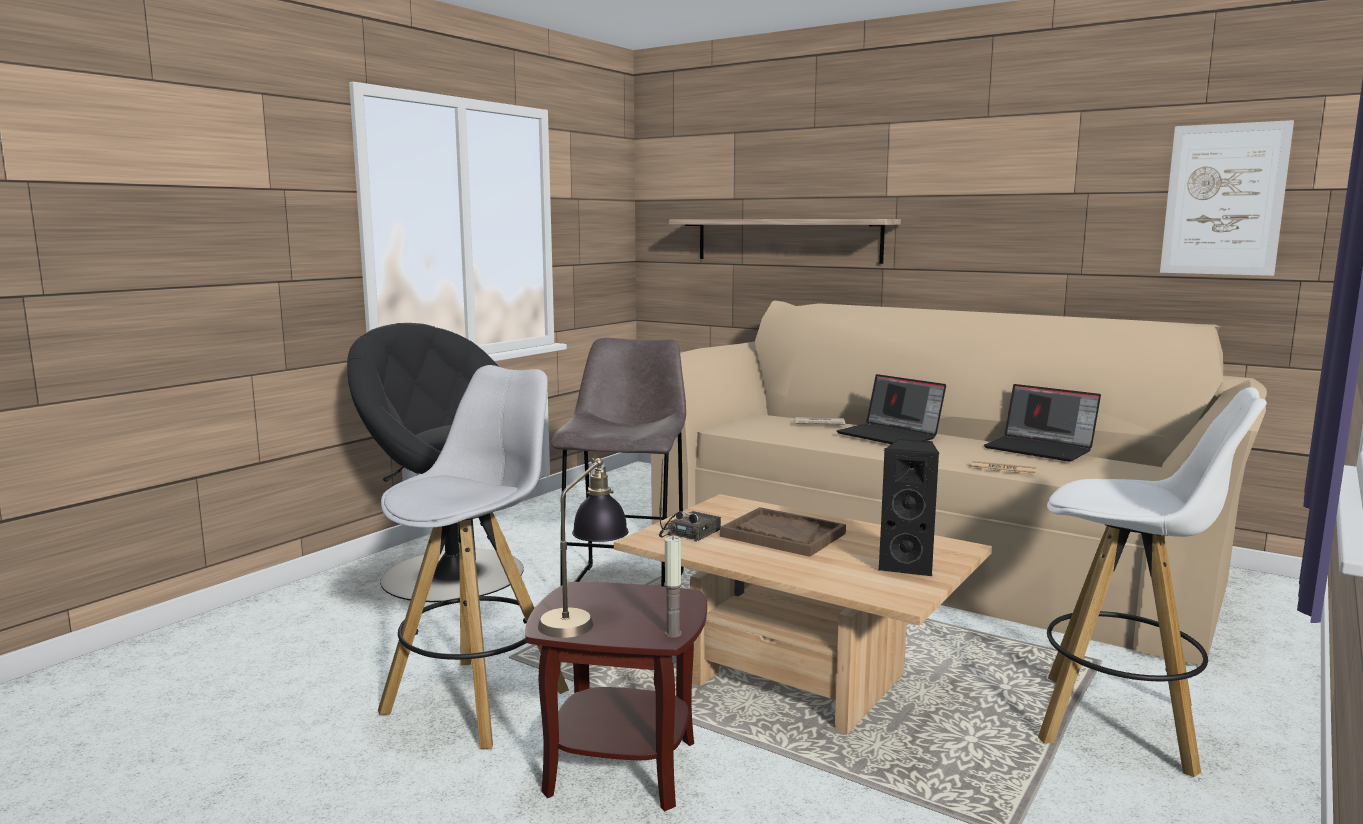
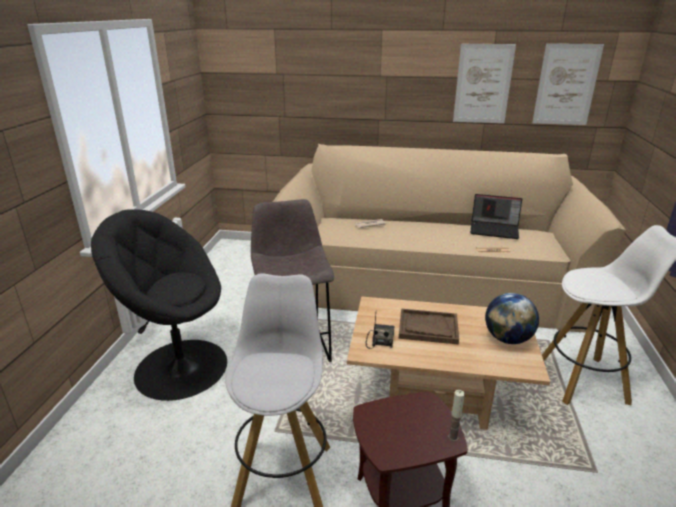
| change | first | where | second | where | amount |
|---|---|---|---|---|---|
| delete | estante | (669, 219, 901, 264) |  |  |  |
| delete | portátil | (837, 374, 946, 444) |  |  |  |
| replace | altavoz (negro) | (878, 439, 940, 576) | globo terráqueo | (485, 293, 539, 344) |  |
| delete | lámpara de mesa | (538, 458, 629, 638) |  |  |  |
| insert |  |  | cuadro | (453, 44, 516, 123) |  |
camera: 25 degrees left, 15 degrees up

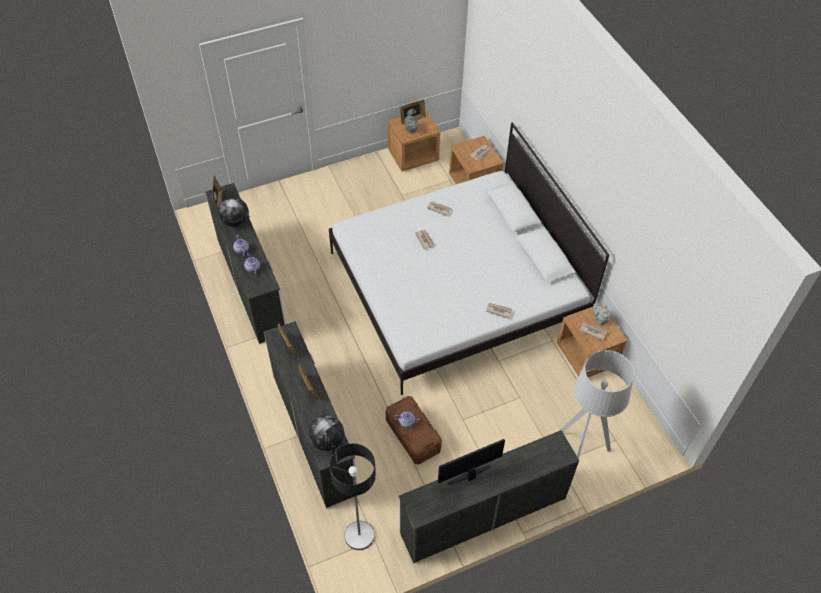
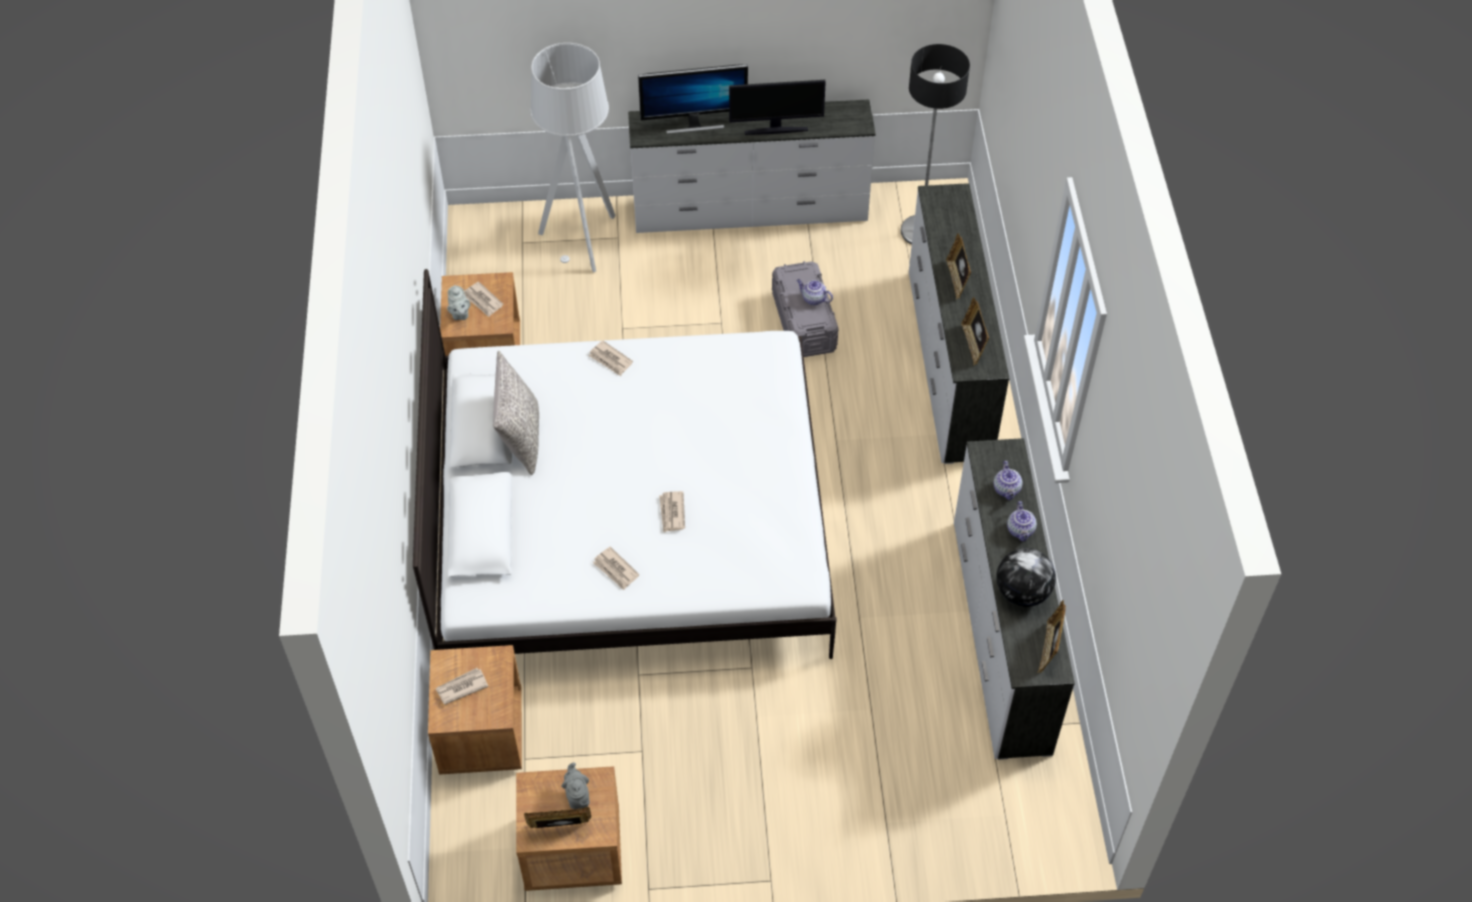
| change | first | where | second | where | amount |
|---|---|---|---|---|---|
| recolor | caja de almacenaje (marrón) | (386, 396, 442, 465) | caja de almacenaje (gris) | (772, 261, 839, 357) |  |
| delete | globo terráqueo | (309, 415, 344, 451) |  |  |  |
| insert |  |  | monitor | (638, 64, 748, 134) |  |
| insert |  |  | cojín (gris) | (493, 351, 539, 475) |  |
camera: 160 degrees left, 0 degrees up

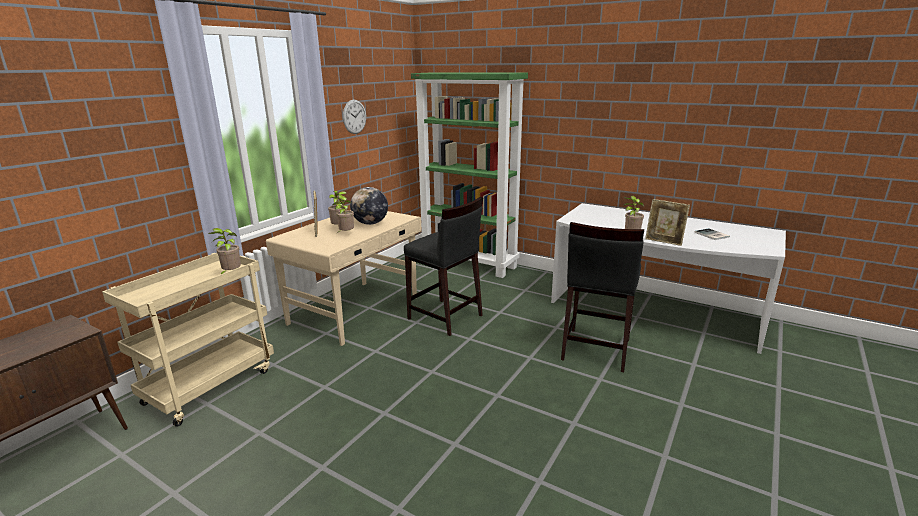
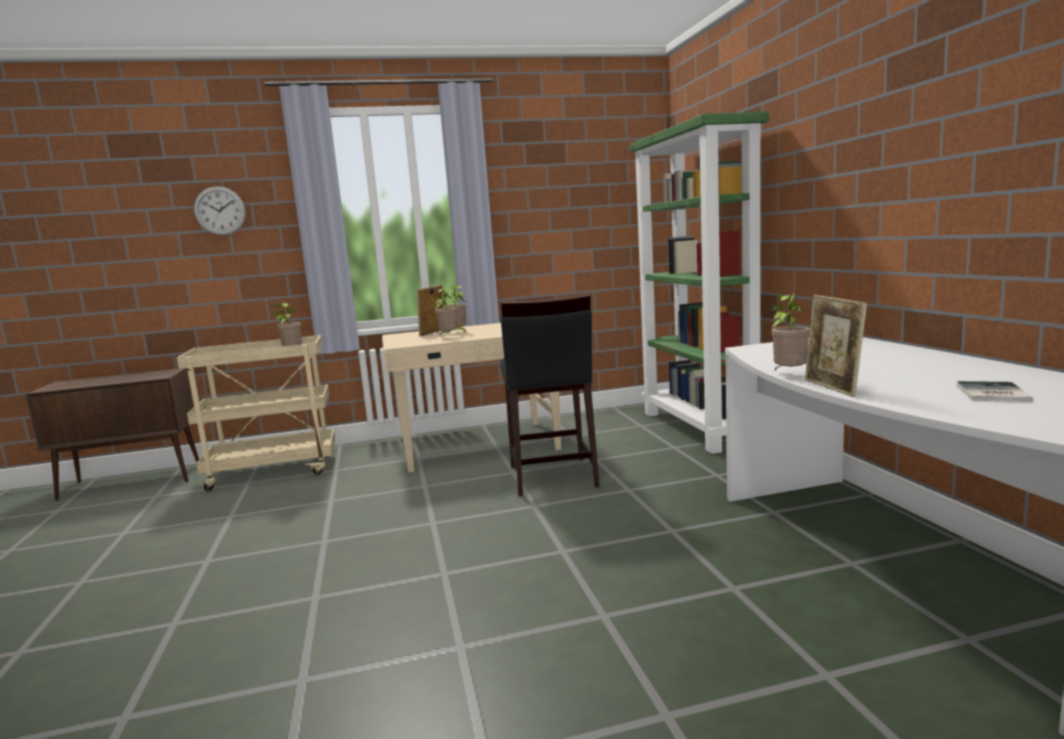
| change | first | where | second | where | amount |
|---|---|---|---|---|---|
| move | reloj de pared | (343, 100, 366, 134) |  | (194, 186, 246, 235) |  |
| delete | globo terráqueo | (350, 187, 388, 225) |  |  |  |
| delete | taburete (negro) | (561, 222, 644, 372) |  |  |  |
camera: 45 degrees right, 10 degrees down

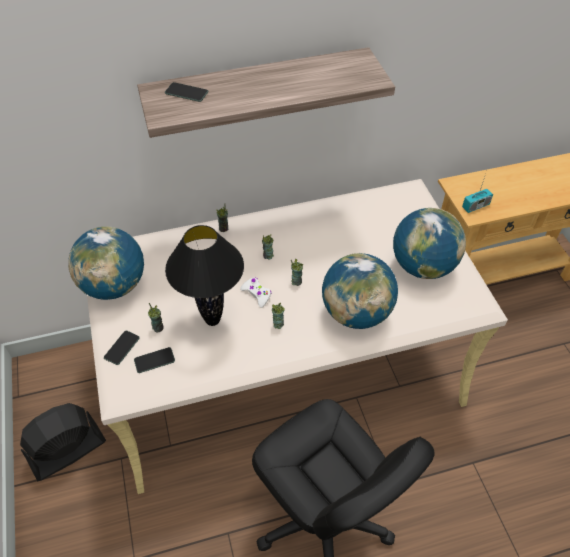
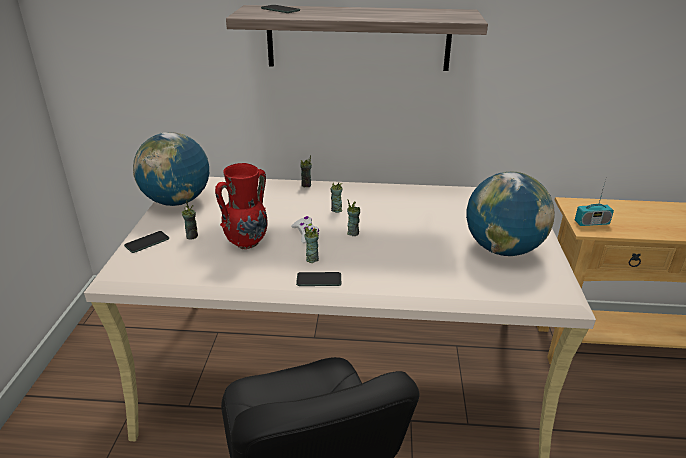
| change | first | where | second | where | amount |
|---|---|---|---|---|---|
| replace | lámpara de mesa (negro) | (165, 225, 244, 326) | florero (rojo) | (215, 163, 267, 249) |  |
| delete | globo terráqueo | (322, 253, 398, 329) |  |  |  |
| move | móvil | (134, 347, 175, 373) |  | (296, 272, 341, 286) |  |
| delete | ventilador (negro) | (20, 403, 106, 481) |  |  |  |
camera: 20 degrees right, 20 degrees down

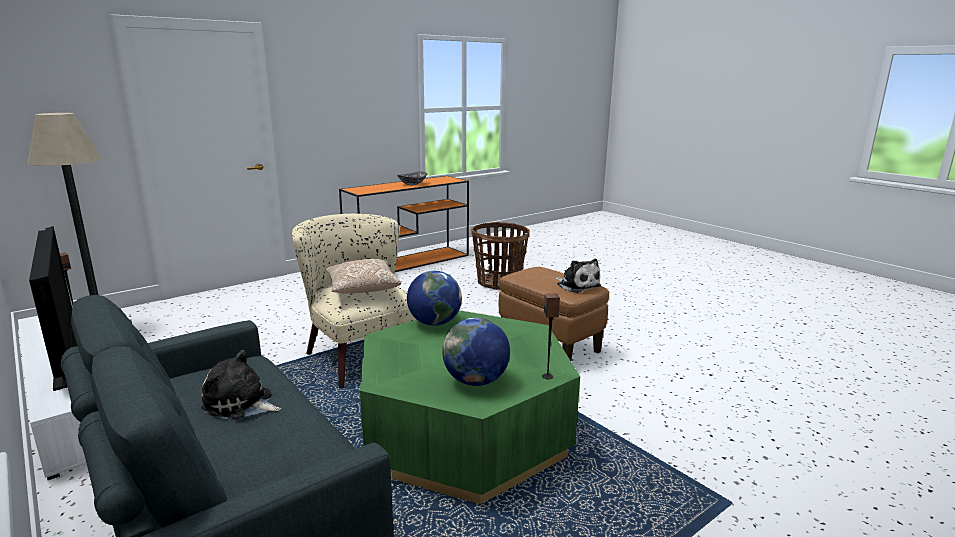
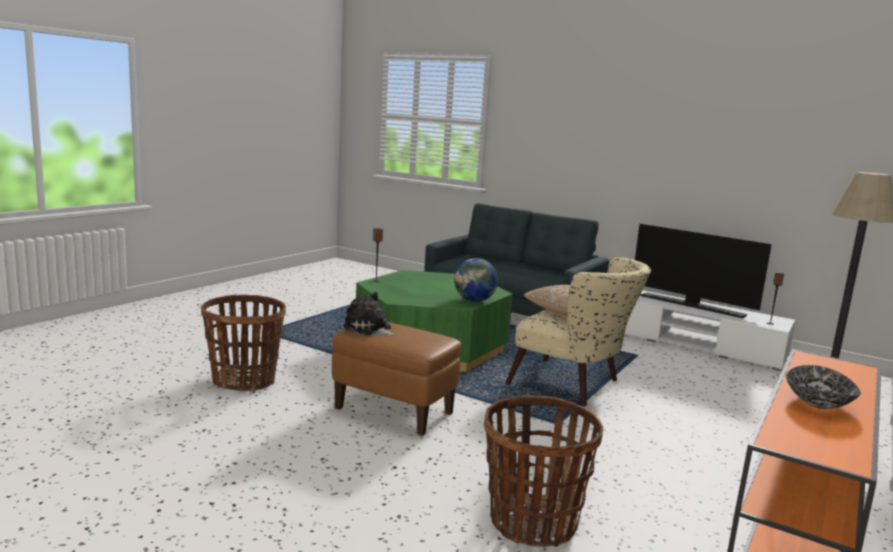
| change | first | where | second | where | amount |
|---|---|---|---|---|---|
| delete | globo terráqueo | (442, 318, 510, 386) |  |  |  |
| delete | peluche | (201, 350, 281, 420) |  |  |  |
| insert |  |  | cesta | (201, 295, 286, 392) |  |
camera: 160 degrees right, 5 degrees down

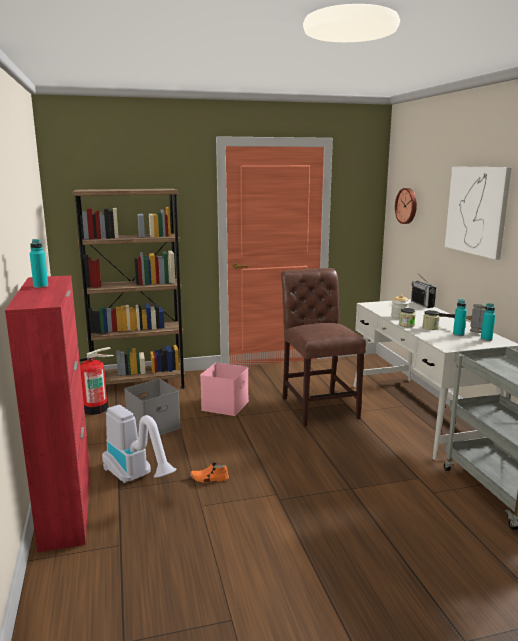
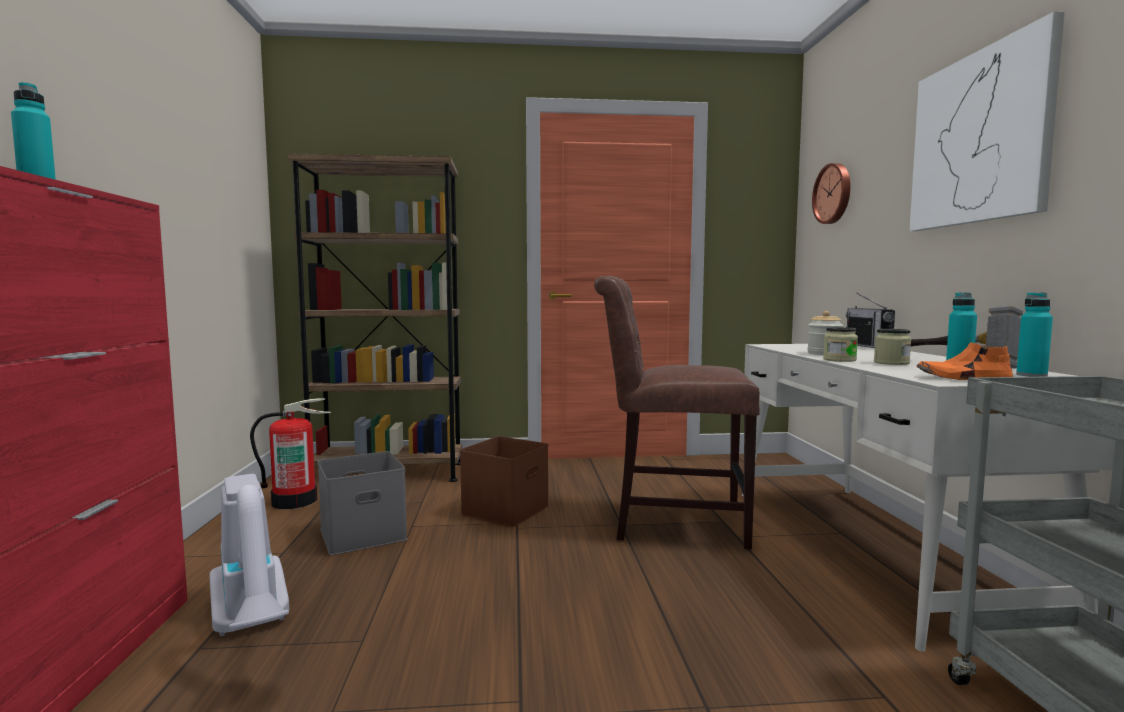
| change | first | where | second | where | amount |
|---|---|---|---|---|---|
| rotate | silla (marrón) | (281, 268, 366, 427) |  | (594, 276, 760, 549) | 75 degrees counterclockwise |
| recolor | caja de almacenaje (rosa) | (200, 363, 249, 416) | caja de almacenaje (marrón) | (460, 436, 549, 527) |  |
| move | zapato (naranja) | (189, 462, 229, 483) |  | (916, 342, 1013, 380) |  |
camera: 10 degrees right, 10 degrees down

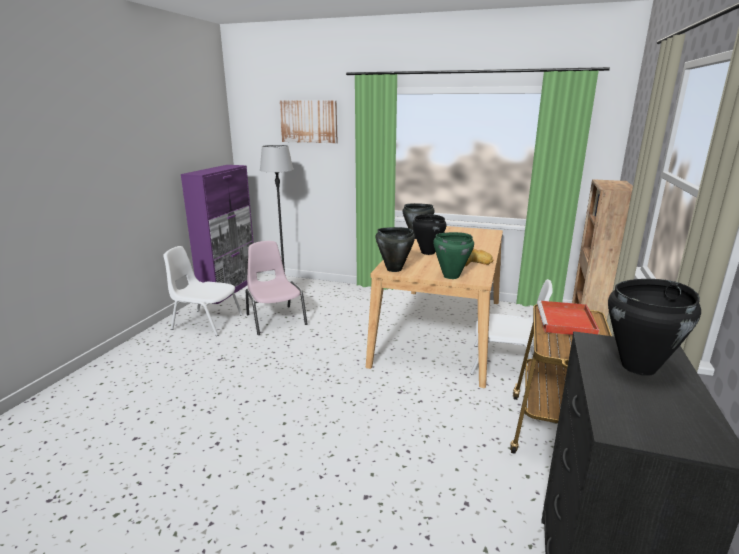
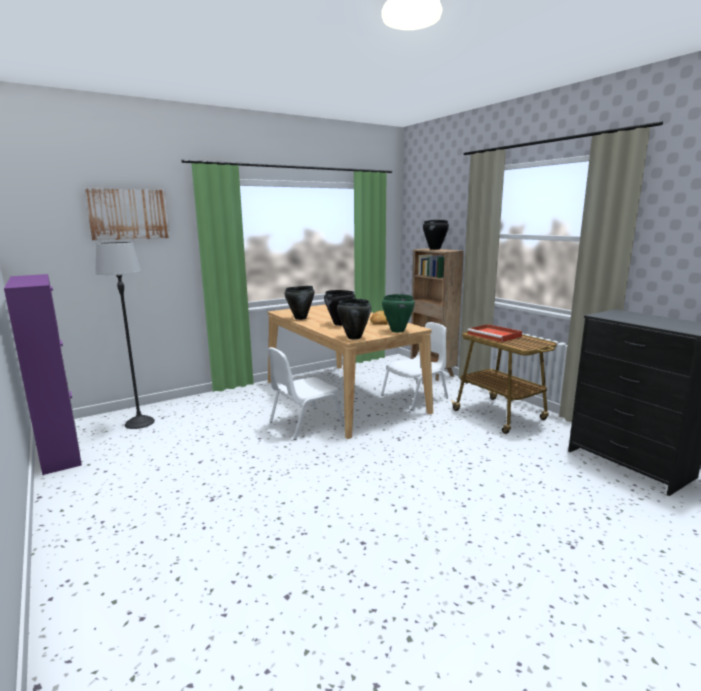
| change | first | where | second | where | amount |
|---|---|---|---|---|---|
| delete | silla (rosa) | (246, 241, 308, 335) |  |  |  |
| move | silla (blanco) | (163, 246, 243, 336) |  | (268, 347, 345, 440) |  |
| move | olla (negro) | (608, 279, 701, 376) |  | (423, 220, 449, 250) |  |
camera: 50 degrees left, 5 degrees down

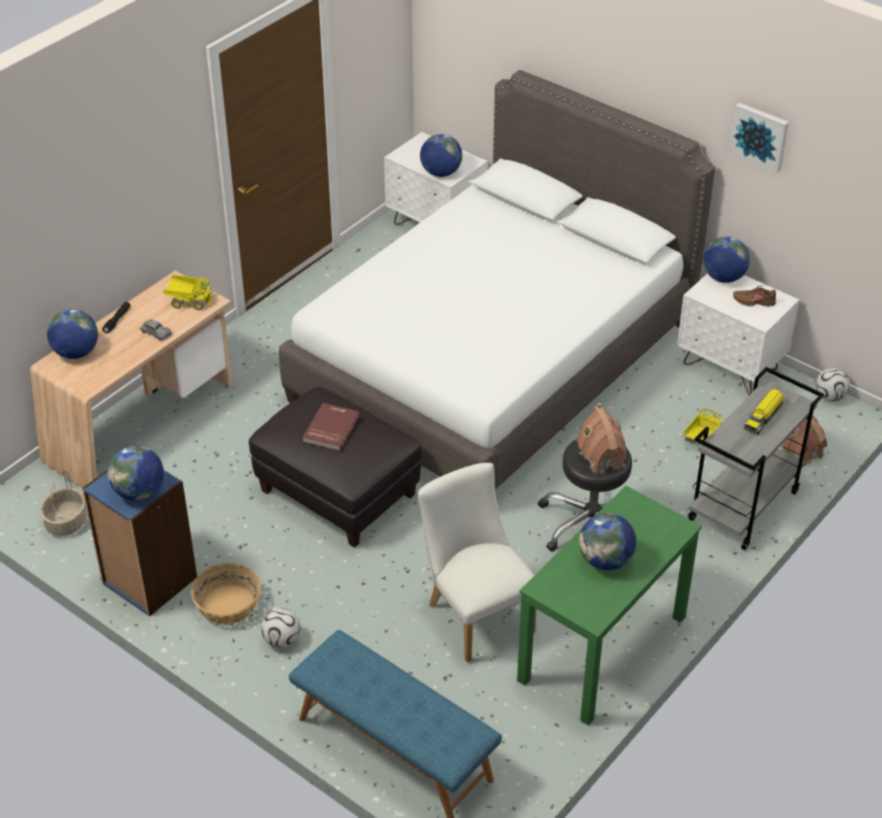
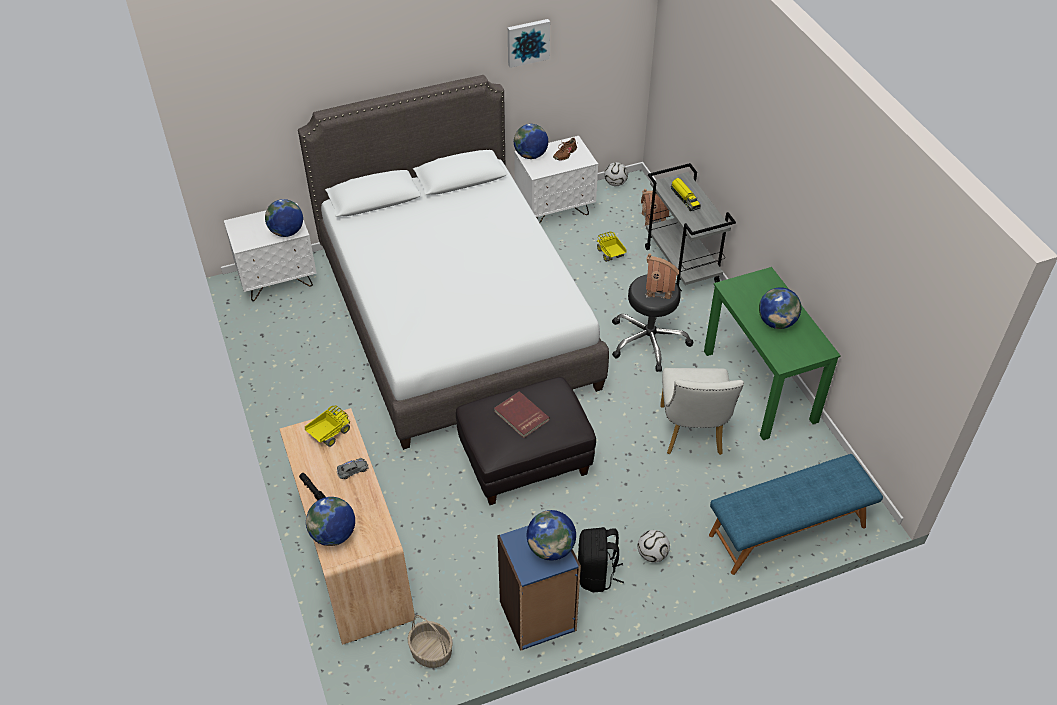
| change | first | where | second | where | amount |
|---|---|---|---|---|---|
| rotate | silla (blanco) | (418, 463, 536, 663) |  | (660, 368, 744, 455) | 90 degrees counterclockwise |
| replace | cesta | (191, 563, 261, 625) | mochila (negro) | (578, 527, 624, 592) |  |
camera: 60 degrees left, 5 degrees up

